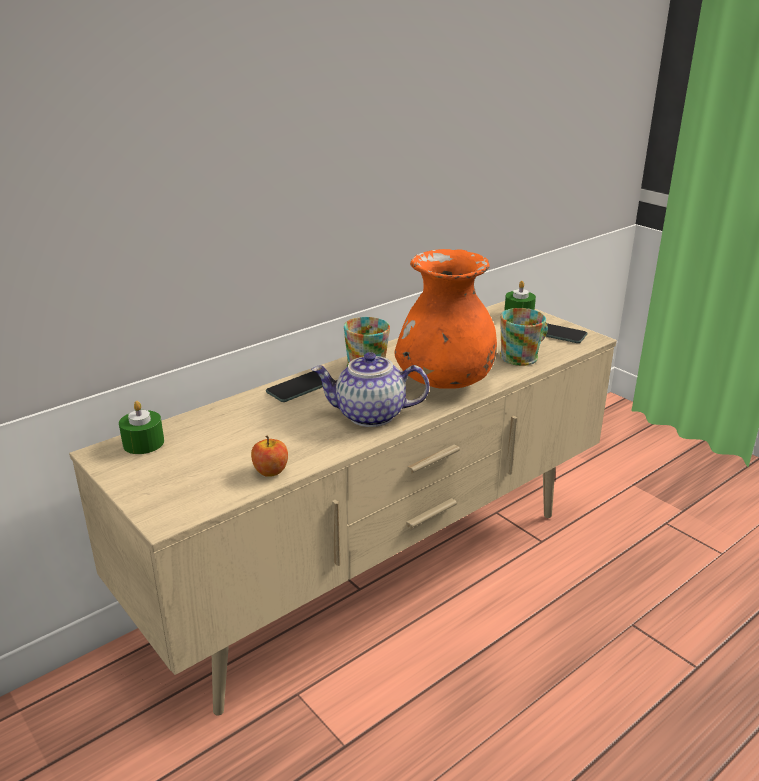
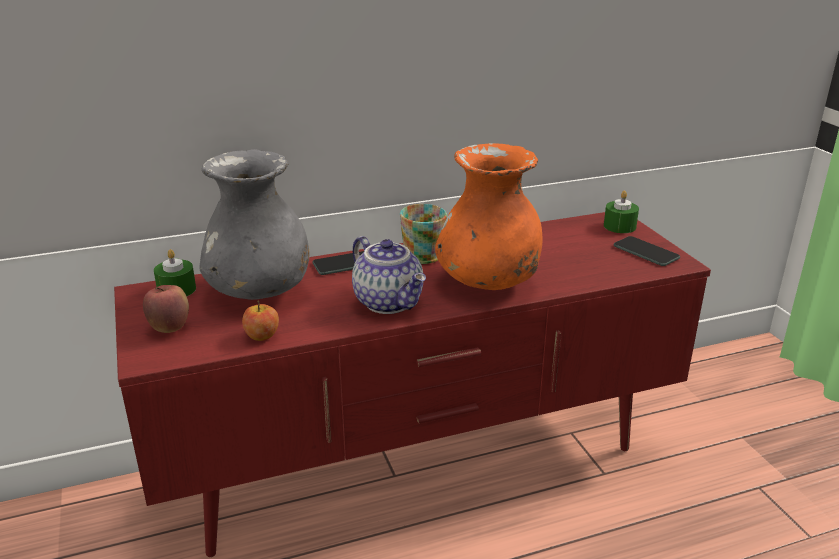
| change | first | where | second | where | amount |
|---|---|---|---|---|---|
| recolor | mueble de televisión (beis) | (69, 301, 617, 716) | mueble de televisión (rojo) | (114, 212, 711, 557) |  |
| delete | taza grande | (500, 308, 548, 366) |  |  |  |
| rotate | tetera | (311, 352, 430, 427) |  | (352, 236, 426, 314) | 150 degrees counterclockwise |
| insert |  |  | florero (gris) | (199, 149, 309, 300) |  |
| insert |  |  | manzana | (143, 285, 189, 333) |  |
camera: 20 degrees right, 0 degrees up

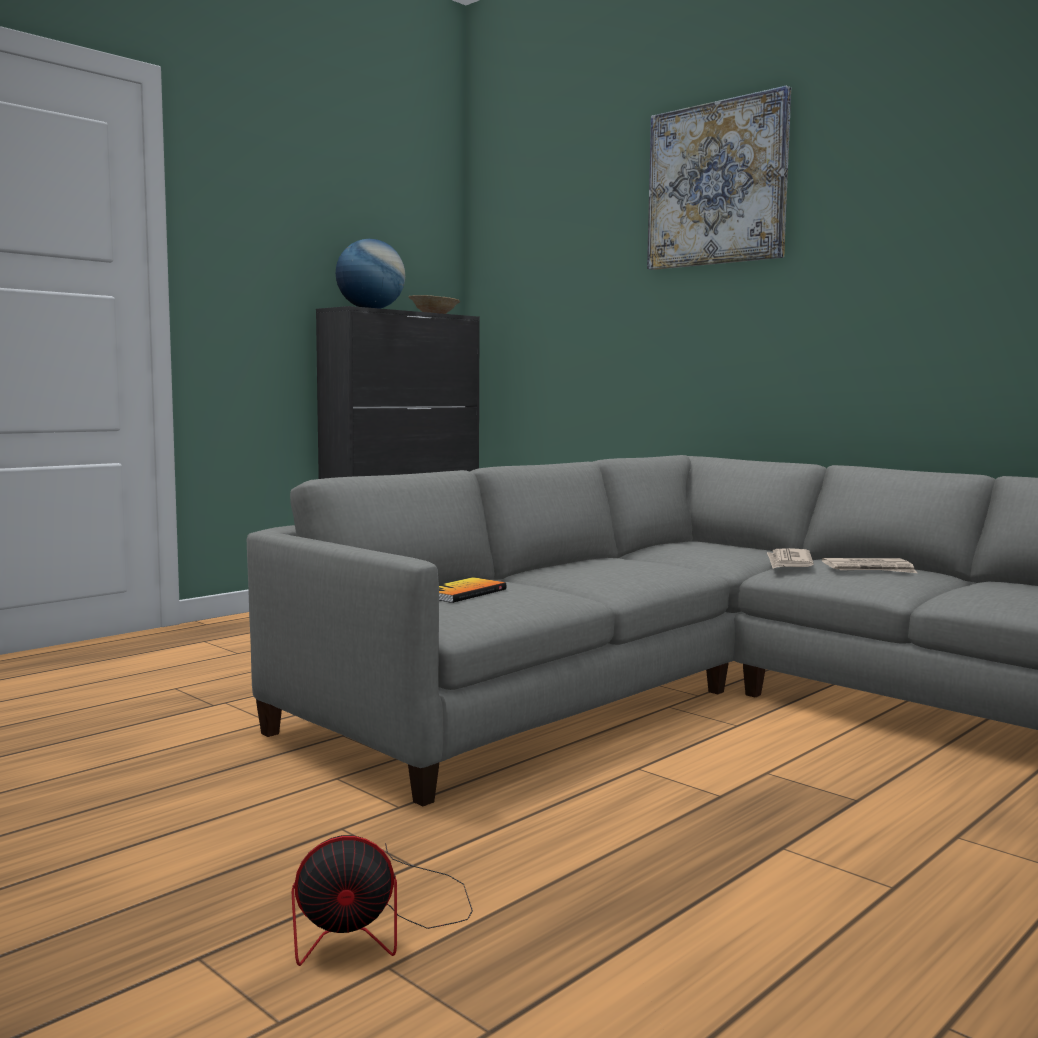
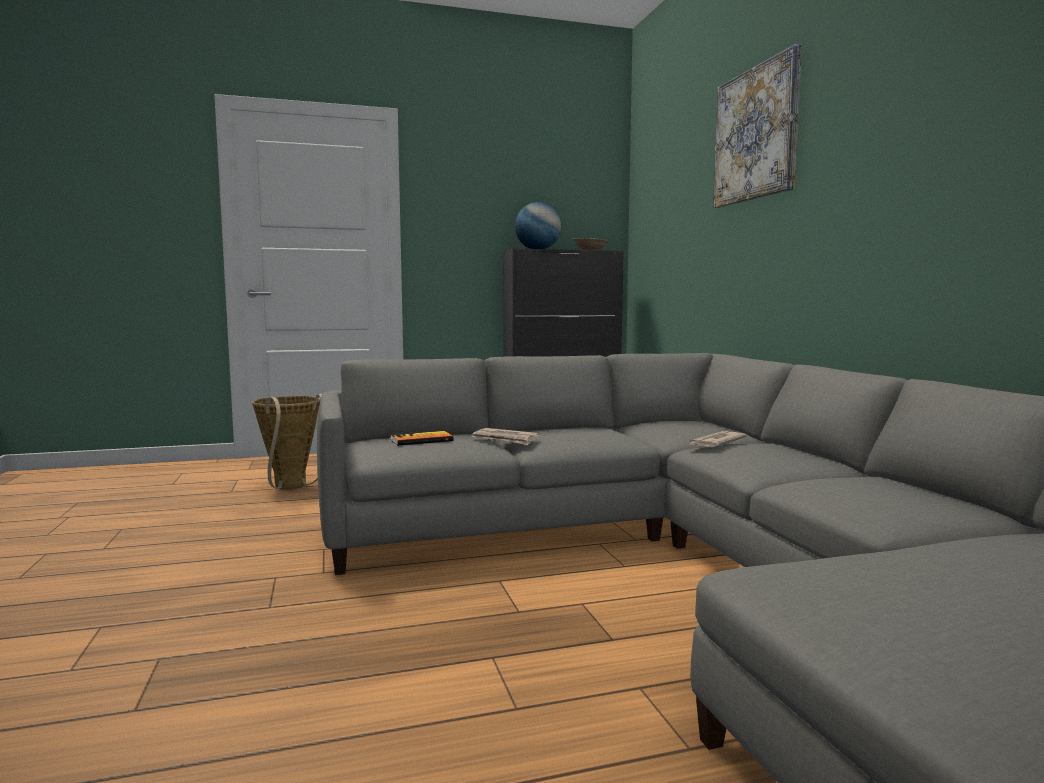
| change | first | where | second | where | amount |
|---|---|---|---|---|---|
| move | periódico | (822, 558, 917, 573) |  | (472, 428, 540, 445) |  |
| delete | ventilador | (292, 835, 473, 966) |  |  |  |
| insert |  |  | cesta | (252, 394, 322, 490) |  |
camera: 30 degrees right, 0 degrees up

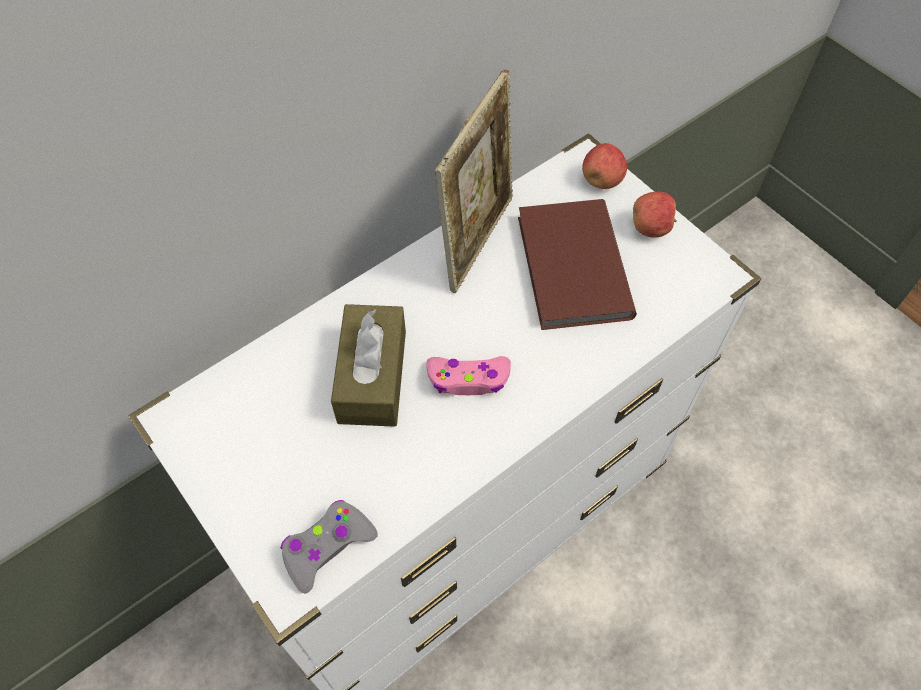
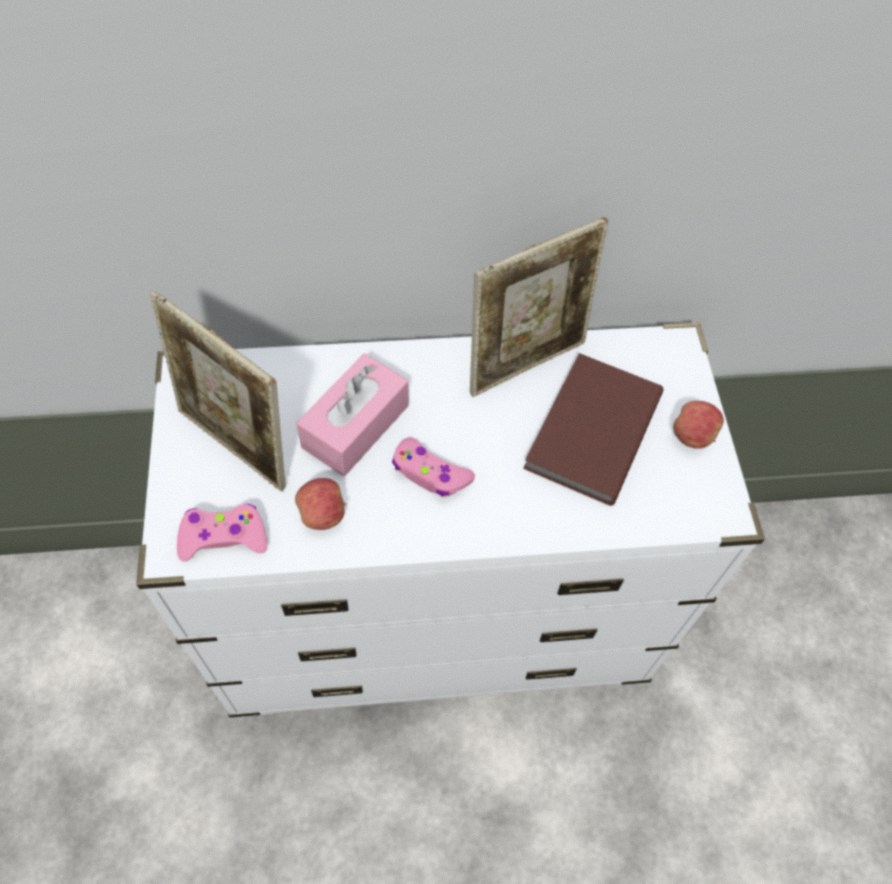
| change | first | where | second | where | amount |
|---|---|---|---|---|---|
| move | manzana | (582, 143, 627, 189) |  | (295, 478, 347, 530) |  |
| recolor | caja de pañuelos (marrón) | (331, 304, 406, 427) | caja de pañuelos (rosa) | (296, 353, 409, 476) |  |
| recolor | mando de consola (gris) | (280, 500, 378, 593) | mando de consola (rosa) | (177, 504, 267, 561) |  |
| insert |  |  | portarretratos | (150, 290, 286, 491) |  |
camera: 30 degrees right, 0 degrees up

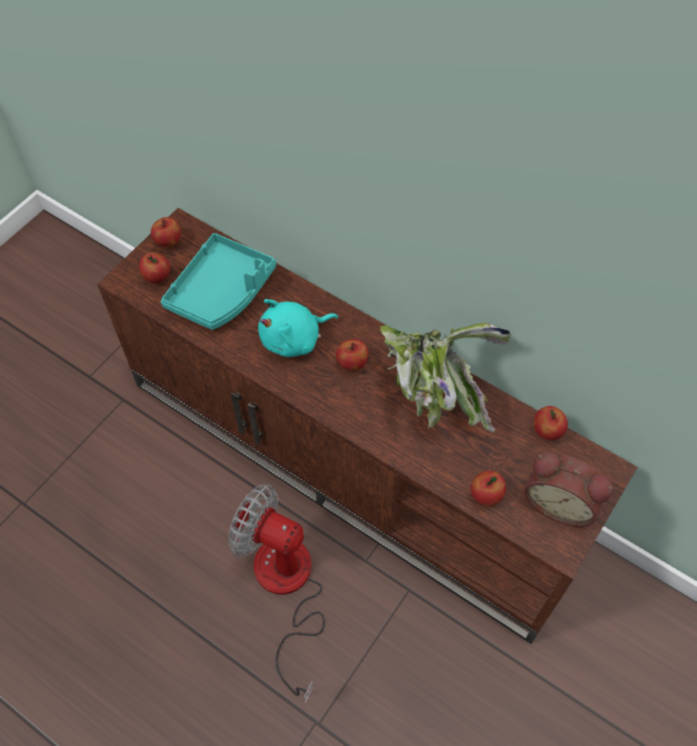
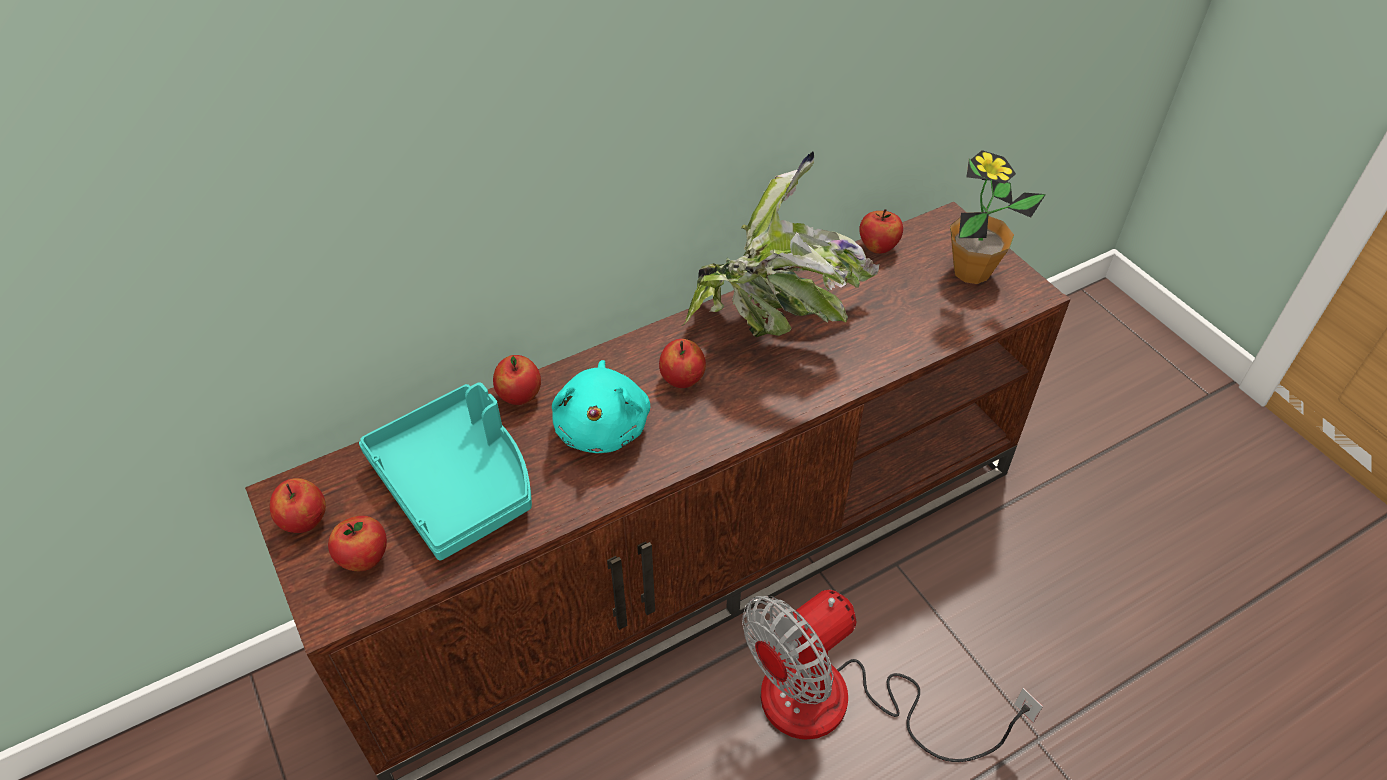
| change | first | where | second | where | amount |
|---|---|---|---|---|---|
| replace | despertador | (524, 452, 613, 527) | planta en maceta | (950, 150, 1046, 284) |  |
| move | manzana | (471, 471, 506, 506) |  | (493, 355, 541, 405) |  |
camera: 65 degrees left, 10 degrees down

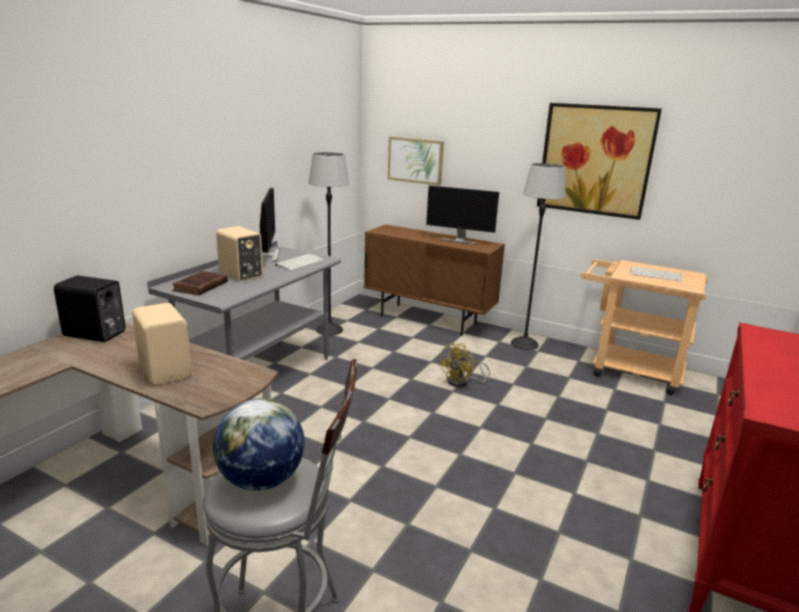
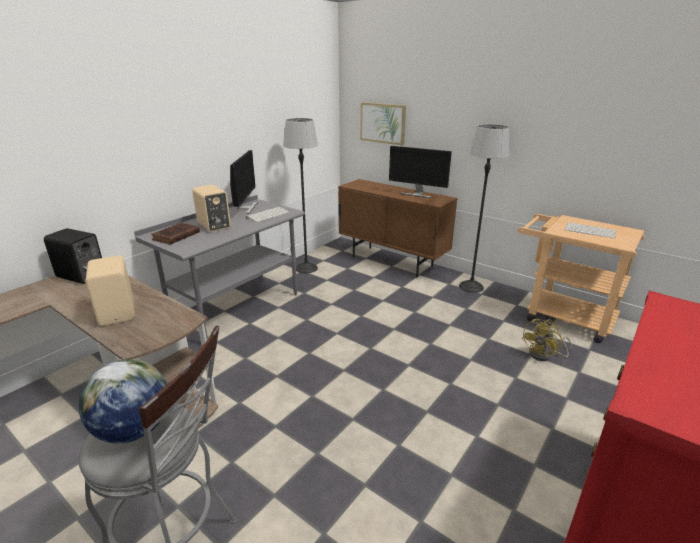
| change | first | where | second | where | amount |
|---|---|---|---|---|---|
| delete | cuadro | (537, 103, 662, 220) |  |  |  |
| move | ventilador (amarillo) | (438, 343, 490, 387) |  | (522, 319, 572, 361) |  |
camera: 10 degrees right, 5 degrees up

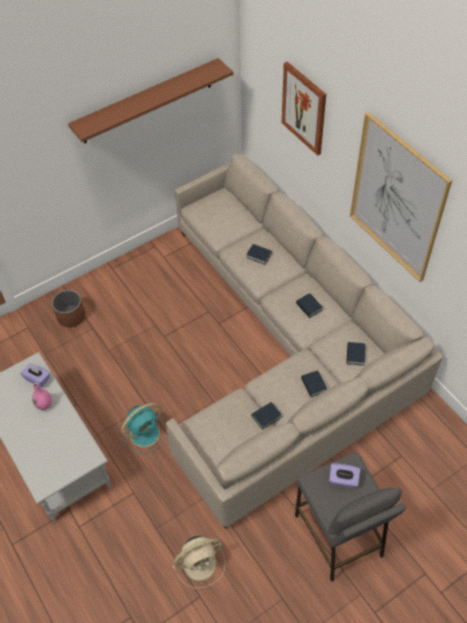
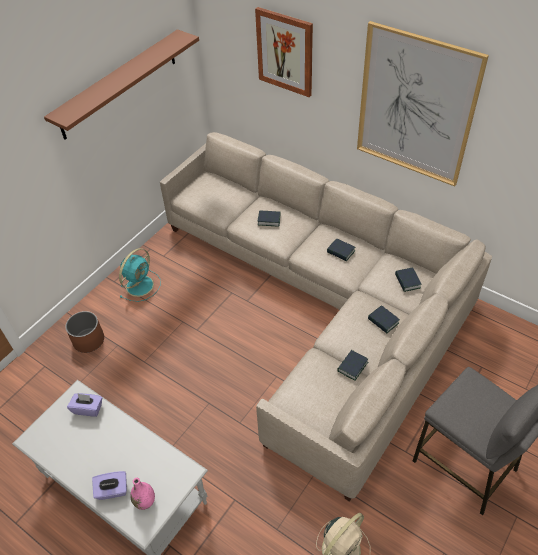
| change | first | where | second | where | amount |
|---|---|---|---|---|---|
| move | florero (rosa) | (32, 383, 52, 410) |  | (130, 478, 155, 510) |  |
| move | ventilador (turquesa) | (121, 403, 168, 454) |  | (119, 248, 161, 302) |  |
| move | caja de pañuelos (morado) | (329, 464, 360, 488) |  | (92, 471, 127, 500) |  |
camera: 20 degrees left, 5 degrees down

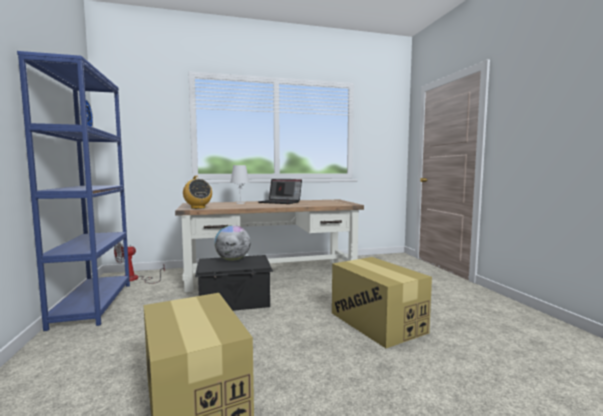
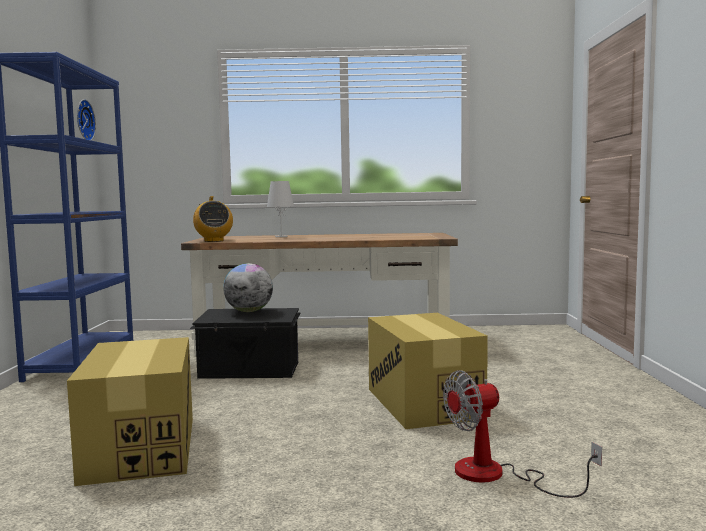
| change | first | where | second | where | amount |
|---|---|---|---|---|---|
| delete | portátil | (259, 179, 302, 204) |  |  |  |
| move | ventilador | (114, 242, 165, 283) |  | (443, 370, 602, 498) |  |
camera: 15 degrees right, 0 degrees up

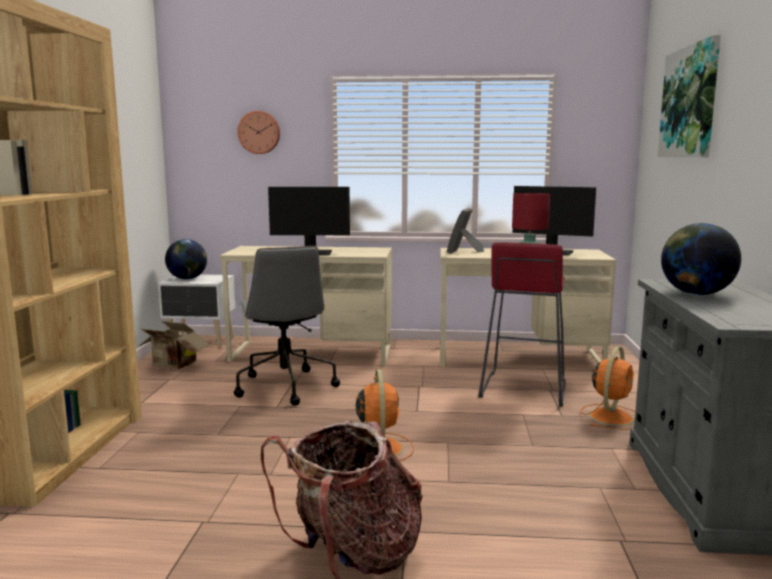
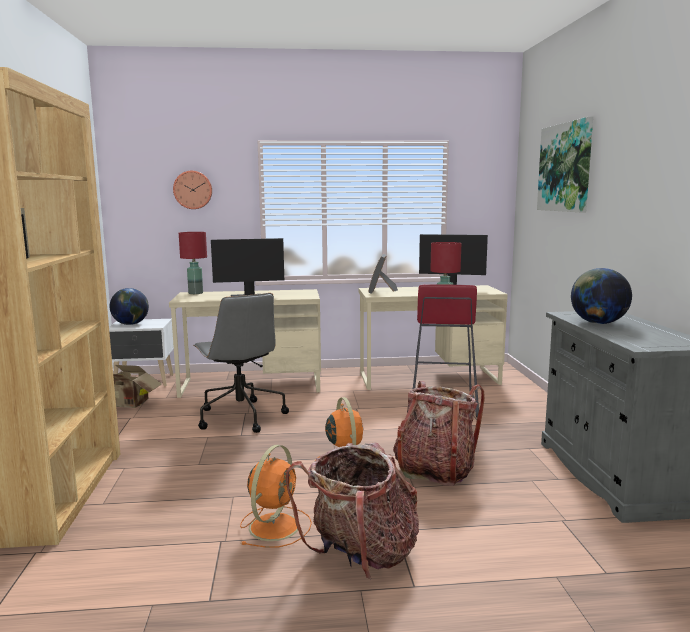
| change | first | where | second | where | amount |
|---|---|---|---|---|---|
| move | ventilador (naranja) | (581, 347, 635, 430) |  | (240, 445, 312, 547) |  |
| insert |  |  | lámpara de mesa (rojo) | (179, 232, 207, 294) |  |
| insert |  |  | mochila | (393, 381, 485, 486) |  |
camera: 10 degrees left, 0 degrees up

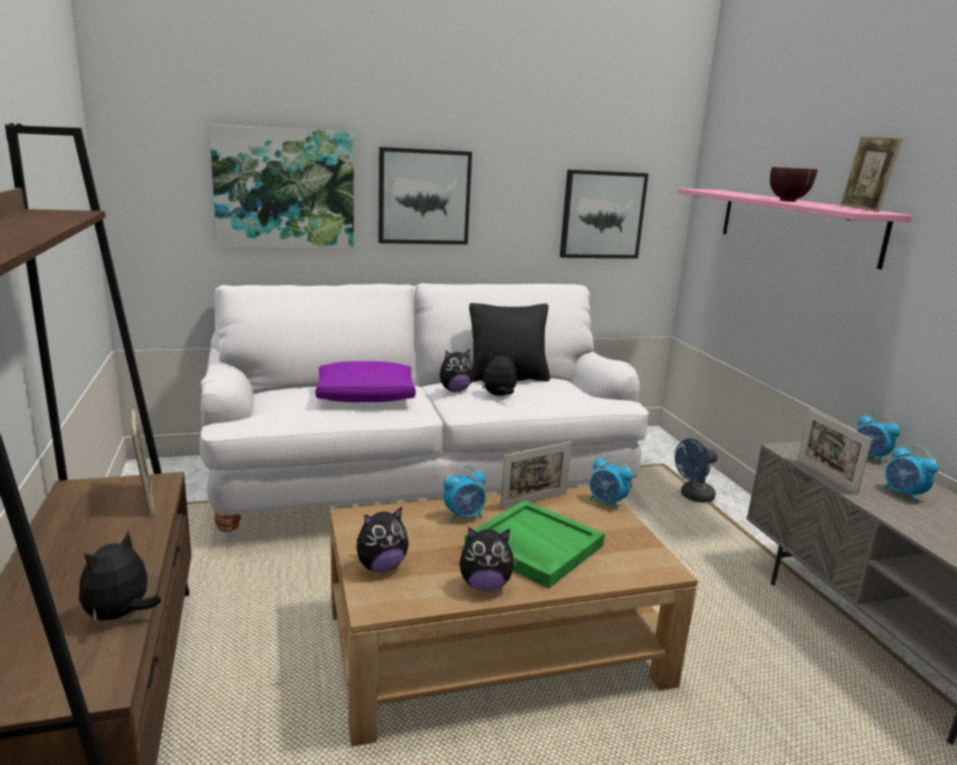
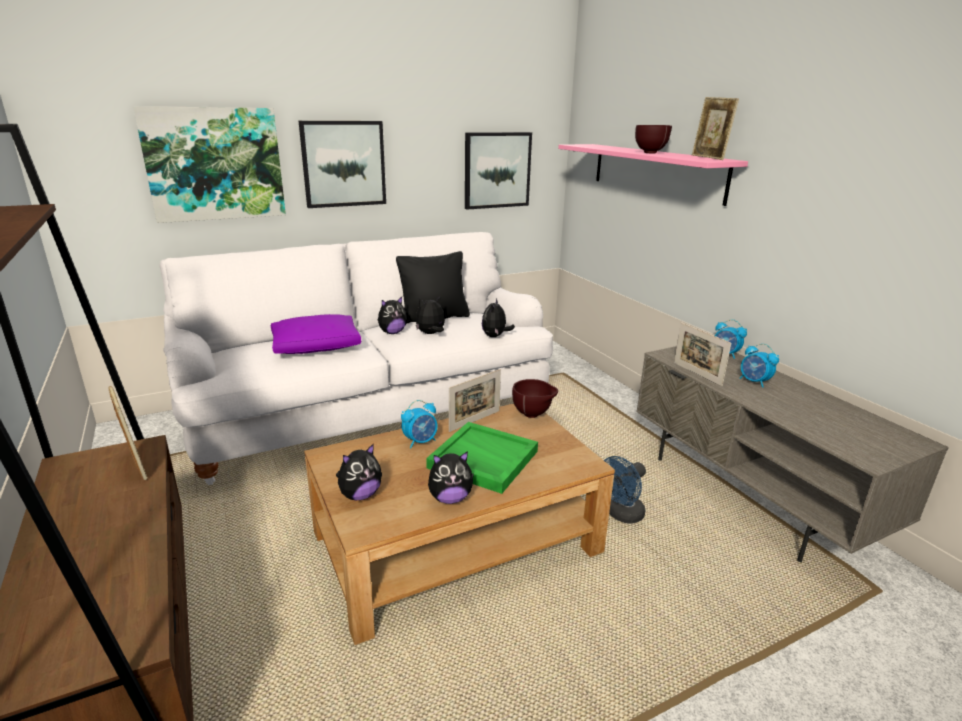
| change | first | where | second | where | amount |
|---|---|---|---|---|---|
| move | ventilador (azul) | (675, 439, 718, 503) |  | (604, 456, 646, 524) |  |
| replace | despertador | (590, 455, 633, 510) | cuenco (marrón) | (512, 379, 558, 418) |  |
| move | peluche | (79, 531, 161, 624) |  | (482, 298, 515, 337) |  |
camera: 10 degrees left, 5 degrees up

